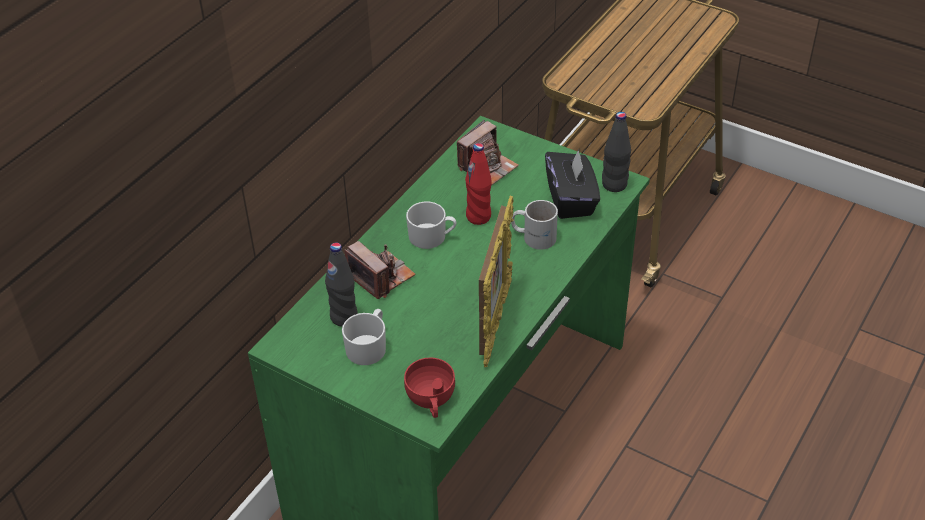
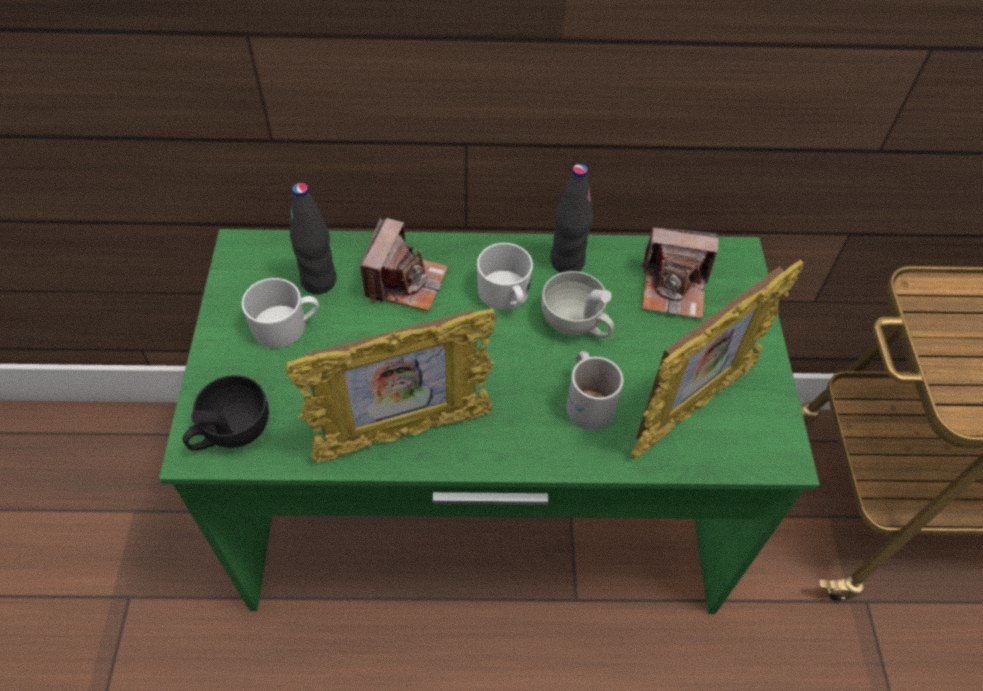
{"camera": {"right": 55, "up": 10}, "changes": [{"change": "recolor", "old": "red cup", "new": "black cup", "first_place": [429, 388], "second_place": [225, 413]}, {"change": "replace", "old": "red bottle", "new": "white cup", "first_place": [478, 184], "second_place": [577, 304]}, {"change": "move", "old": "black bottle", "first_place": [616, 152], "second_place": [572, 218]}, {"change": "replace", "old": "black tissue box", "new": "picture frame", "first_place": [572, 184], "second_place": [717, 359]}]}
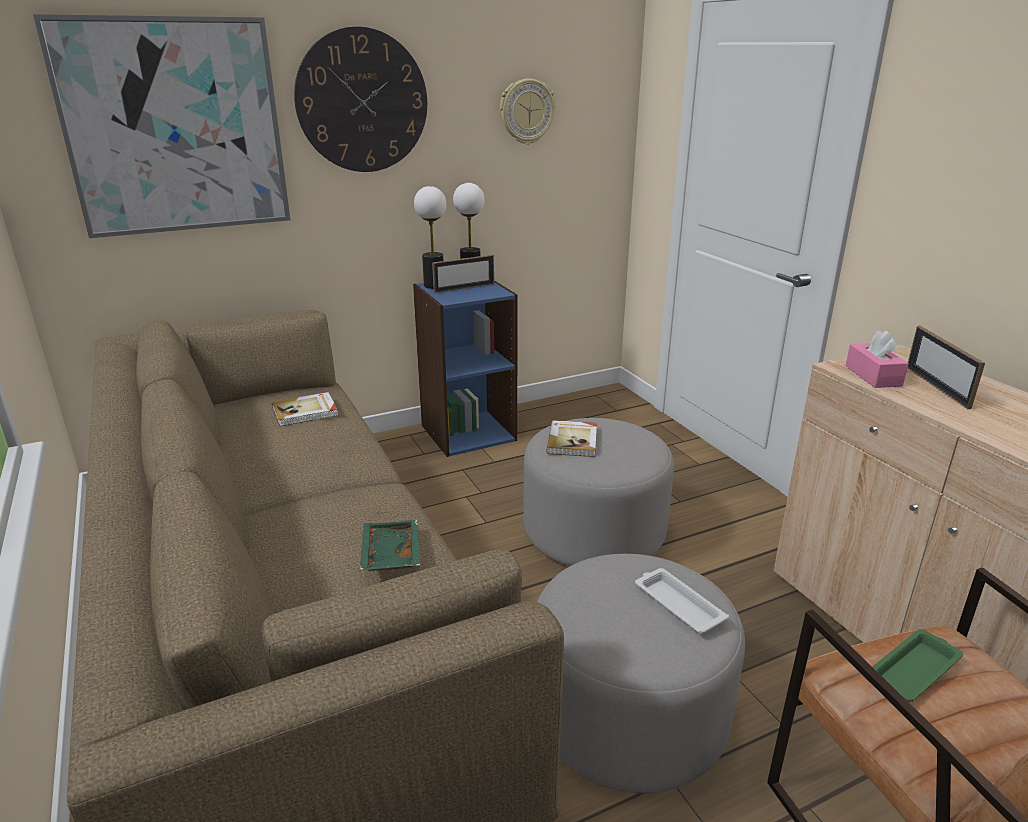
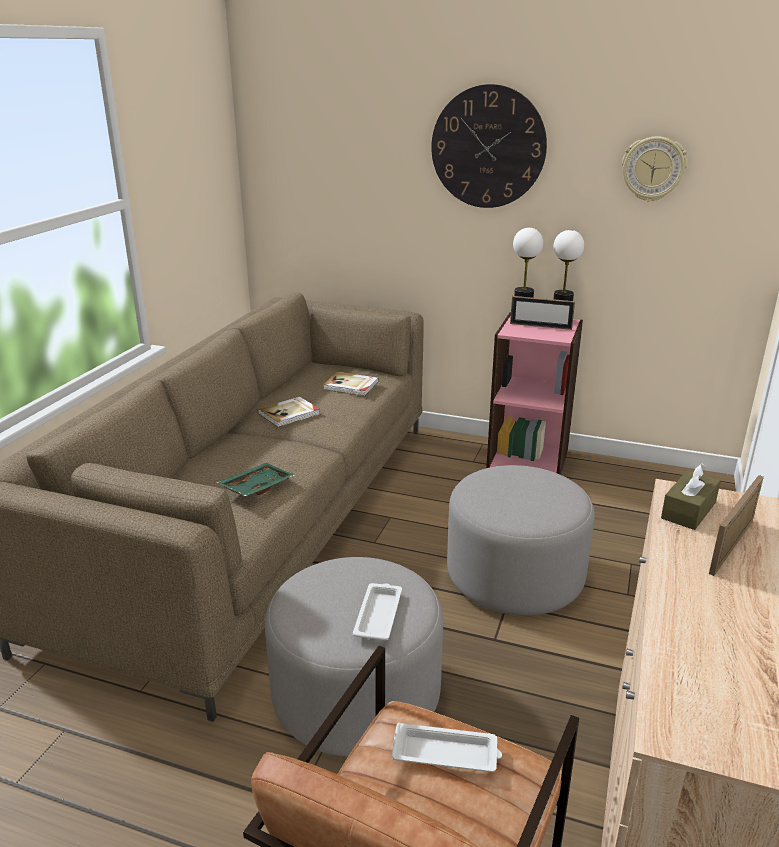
{"camera": {"right": 45, "up": 0}, "changes": [{"change": "move", "old": "book", "first_place": [571, 438], "second_place": [288, 412]}, {"change": "recolor", "old": "green tray", "new": "white tray", "first_place": [917, 665], "second_place": [446, 747]}, {"change": "recolor", "old": "blue bookcase", "new": "pink bookcase", "first_place": [465, 368], "second_place": [534, 393]}, {"change": "recolor", "old": "pink tissue box", "new": "brown tissue box", "first_place": [877, 359], "second_place": [691, 496]}, {"change": "delete", "old": "picture", "first_place": [161, 126]}]}
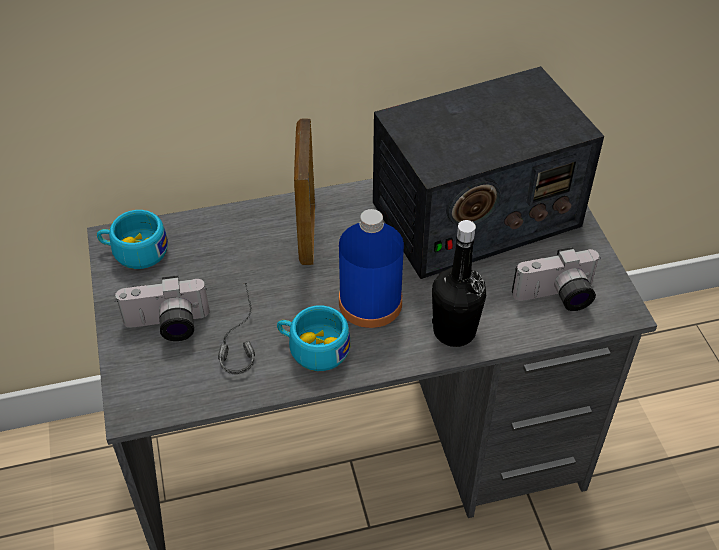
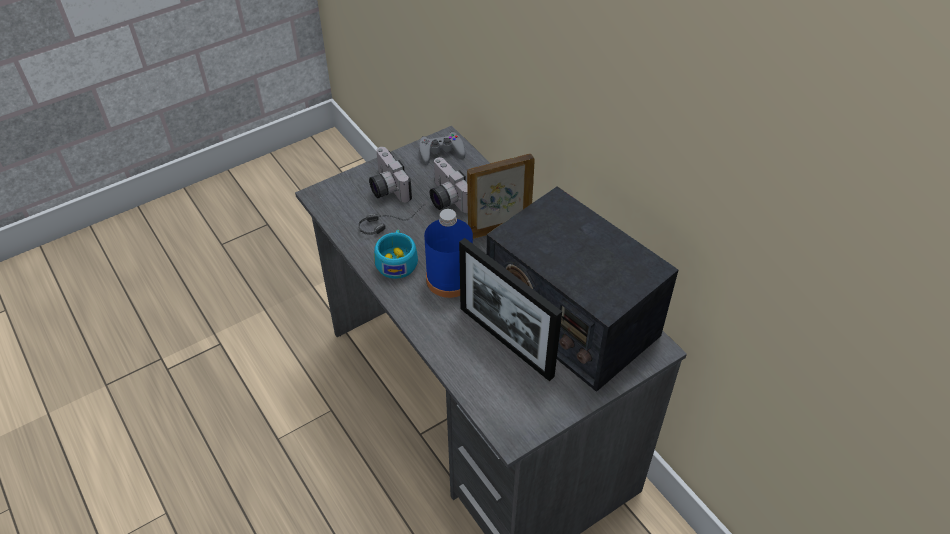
{"camera": {"right": 70, "up": 0}, "changes": [{"change": "replace", "old": "turquoise cup", "new": "grey game controller", "first_place": [132, 239], "second_place": [442, 148]}, {"change": "move", "old": "photo camera", "first_place": [556, 279], "second_place": [449, 185]}, {"change": "insert", "new": "picture frame", "second_place": [510, 309]}, {"change": "delete", "old": "black bottle", "first_place": [459, 283]}]}
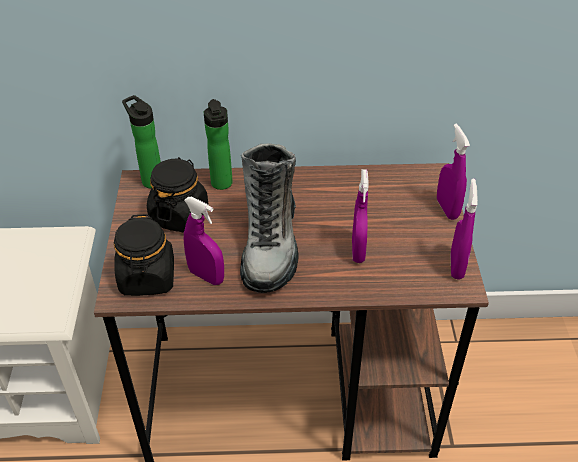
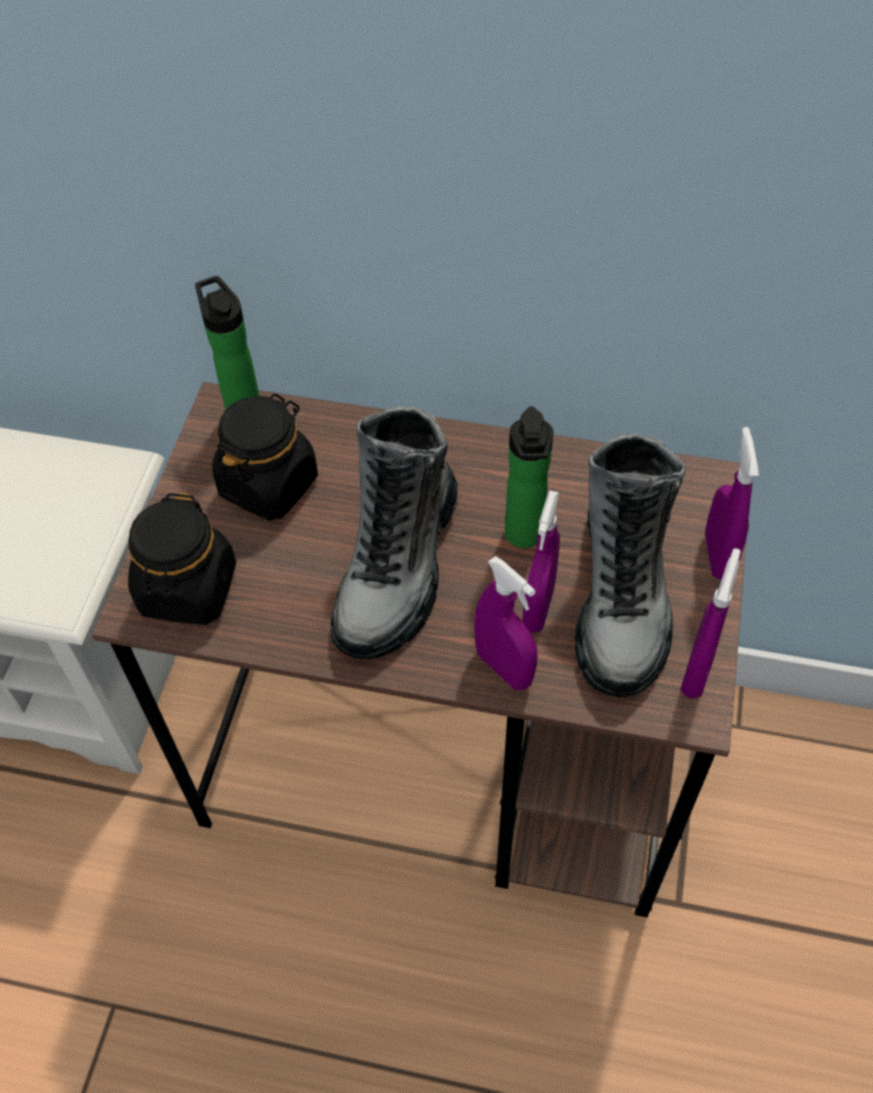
{"camera": {"right": 15, "up": 10}, "changes": [{"change": "move", "old": "purple spray bottle", "first_place": [204, 241], "second_place": [506, 623]}, {"change": "move", "old": "bottle", "first_place": [218, 144], "second_place": [529, 477]}, {"change": "insert", "new": "boot", "second_place": [630, 565]}]}
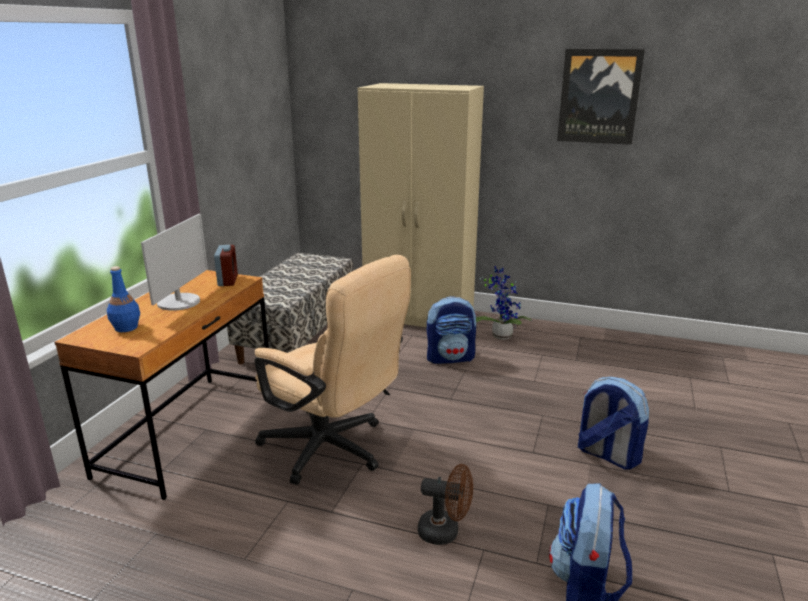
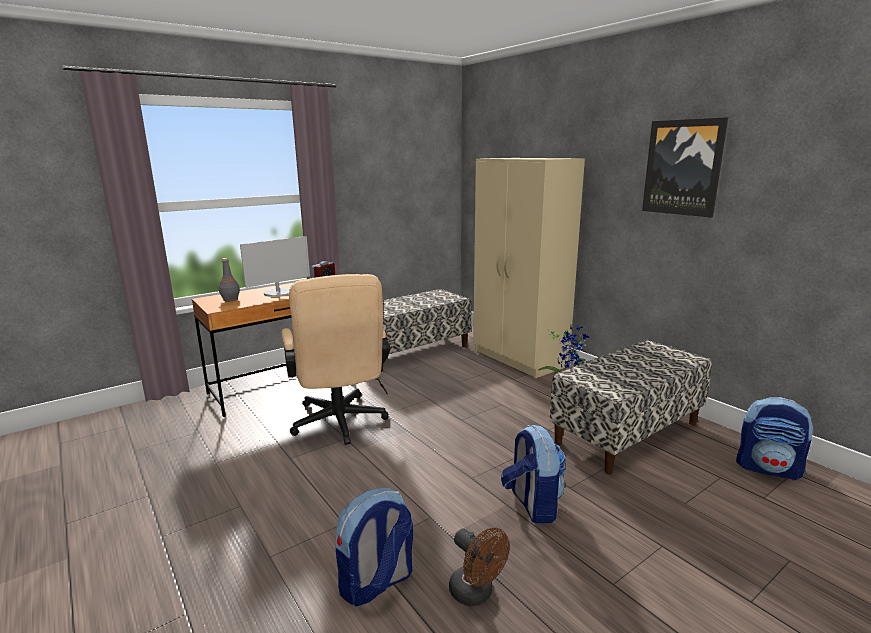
{"camera": {"right": 35, "up": -5}, "changes": [{"change": "recolor", "old": "blue bottle", "new": "grey bottle", "first_place": [123, 299], "second_place": [229, 279]}, {"change": "move", "old": "brown fan", "first_place": [445, 504], "second_place": [479, 567]}, {"change": "insert", "new": "bench", "second_place": [630, 407]}, {"change": "move", "old": "backpack", "first_place": [451, 330], "second_place": [775, 438]}]}
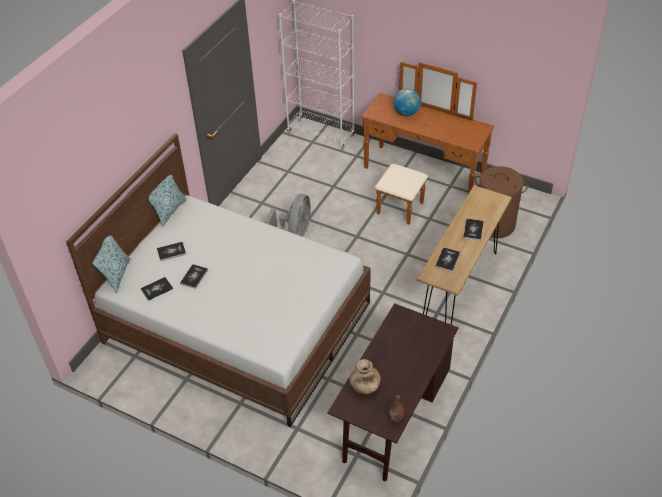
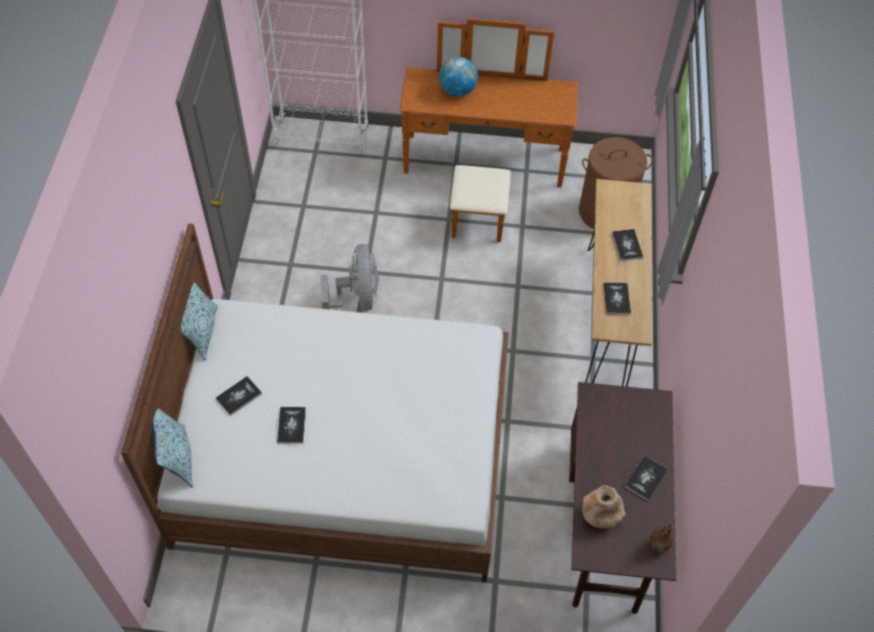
{"camera": {"right": -25, "up": 10}, "changes": [{"change": "move", "old": "book", "first_place": [157, 289], "second_place": [645, 478]}]}
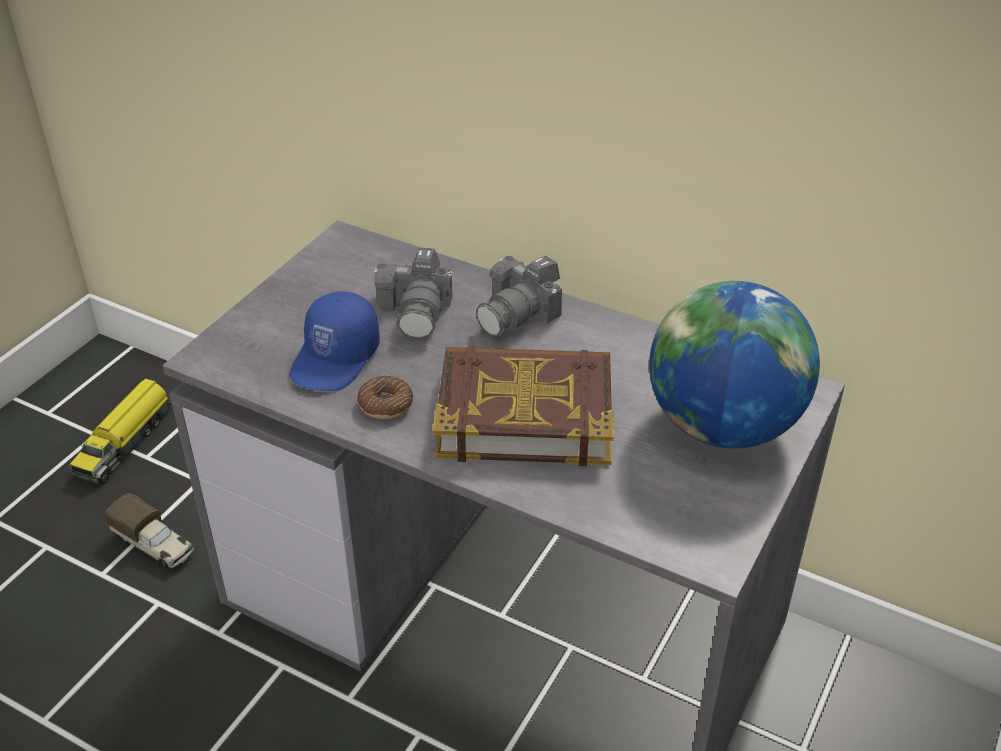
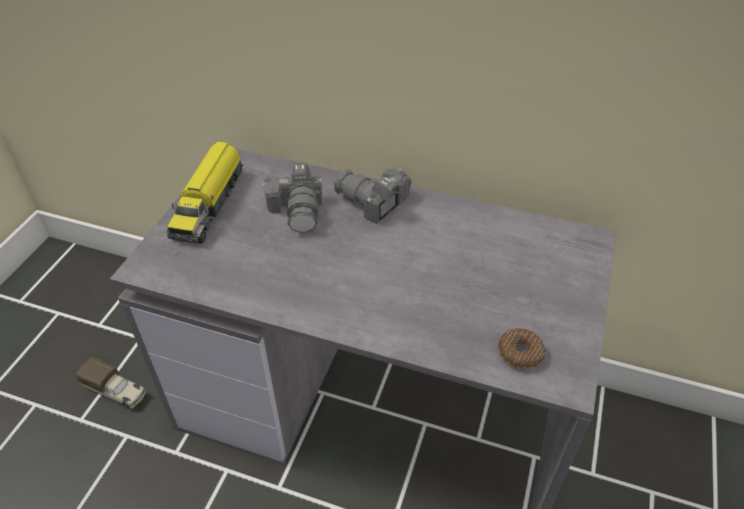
{"camera": {"right": -10, "up": 5}, "changes": [{"change": "move", "old": "toy truck", "first_place": [121, 431], "second_place": [204, 192]}, {"change": "rotate", "old": "photo camera", "first_place": [519, 296], "second_place": [373, 196], "degrees": 90}, {"change": "move", "old": "donut", "first_place": [385, 397], "second_place": [521, 349]}, {"change": "delete", "old": "blue cap", "first_place": [334, 341]}, {"change": "delete", "old": "book", "first_place": [523, 406]}, {"change": "delete", "old": "globe", "first_place": [734, 365]}]}
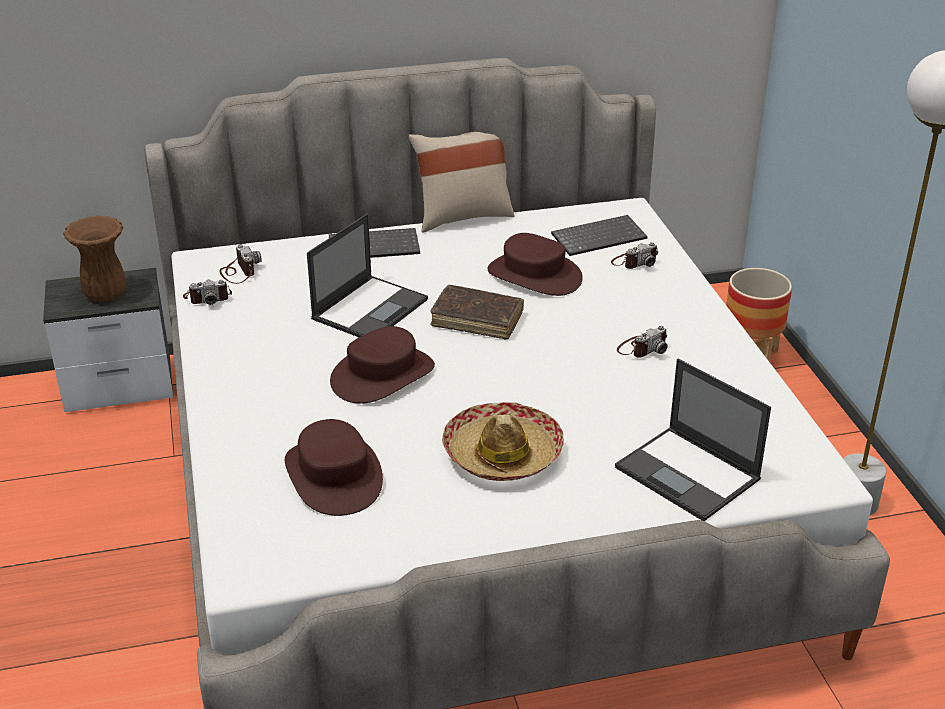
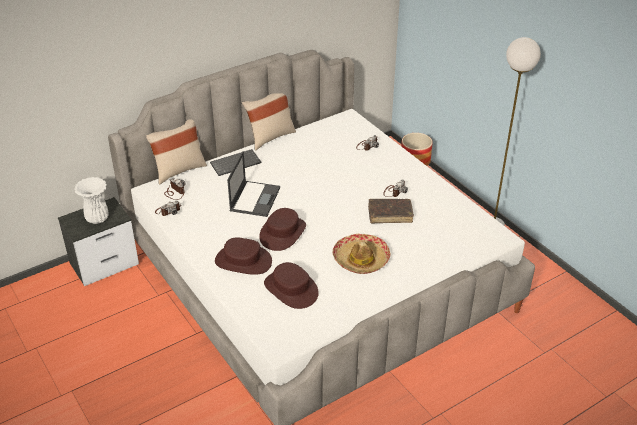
{"camera": {"right": -20, "up": 5}, "changes": [{"change": "recolor", "old": "brown vase", "new": "white vase", "first_place": [94, 259], "second_place": [91, 200]}, {"change": "insert", "new": "beige pillow", "second_place": [176, 151]}, {"change": "move", "old": "brown hat", "first_place": [535, 264], "second_place": [243, 256]}, {"change": "move", "old": "brown book", "first_place": [477, 312], "second_place": [391, 211]}, {"change": "delete", "old": "keyboard", "first_place": [599, 235]}, {"change": "delete", "old": "laptop", "first_place": [693, 440]}]}
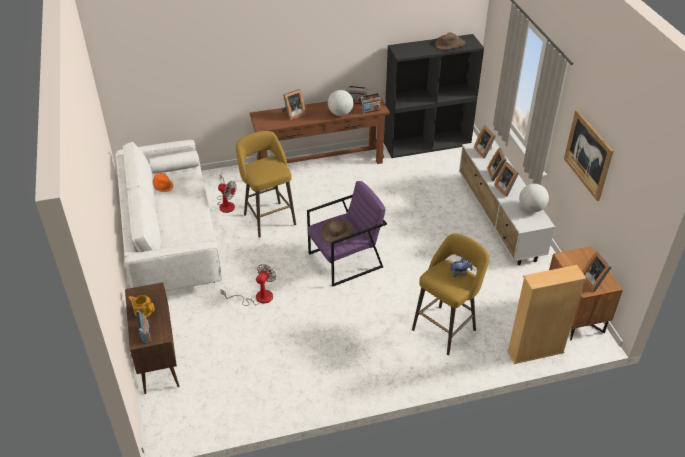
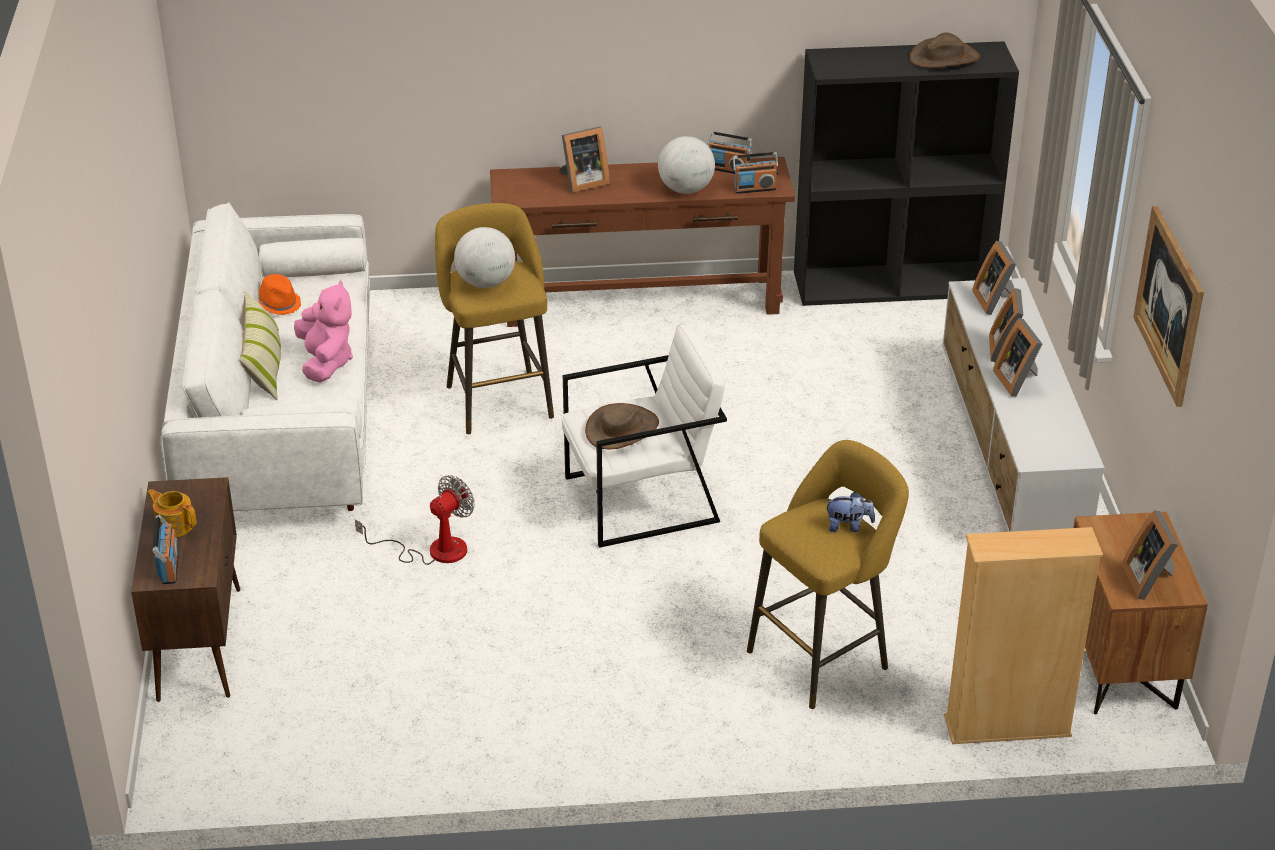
{"camera": {"right": 10, "up": -5}, "changes": [{"change": "insert", "new": "pillow", "second_place": [260, 346]}, {"change": "insert", "new": "pink plush toy", "second_place": [323, 331]}, {"change": "move", "old": "globe", "first_place": [534, 198], "second_place": [484, 257]}, {"change": "recolor", "old": "purple armchair", "new": "white armchair", "first_place": [347, 234], "second_place": [644, 436]}, {"change": "delete", "old": "fan", "first_place": [227, 193]}]}
